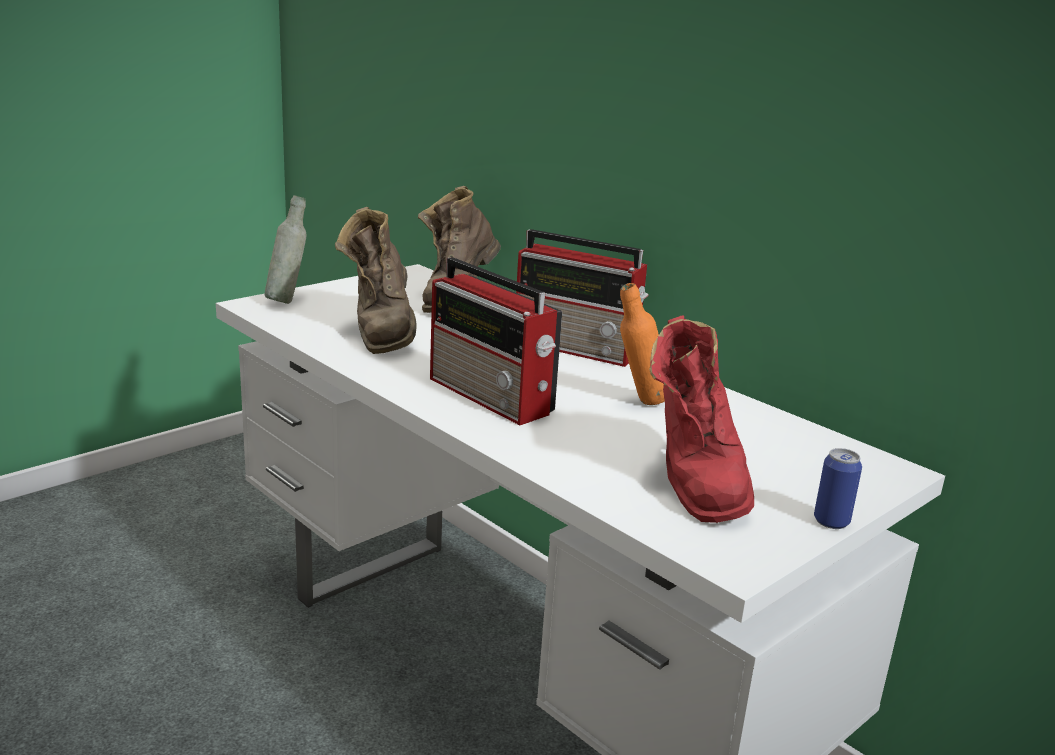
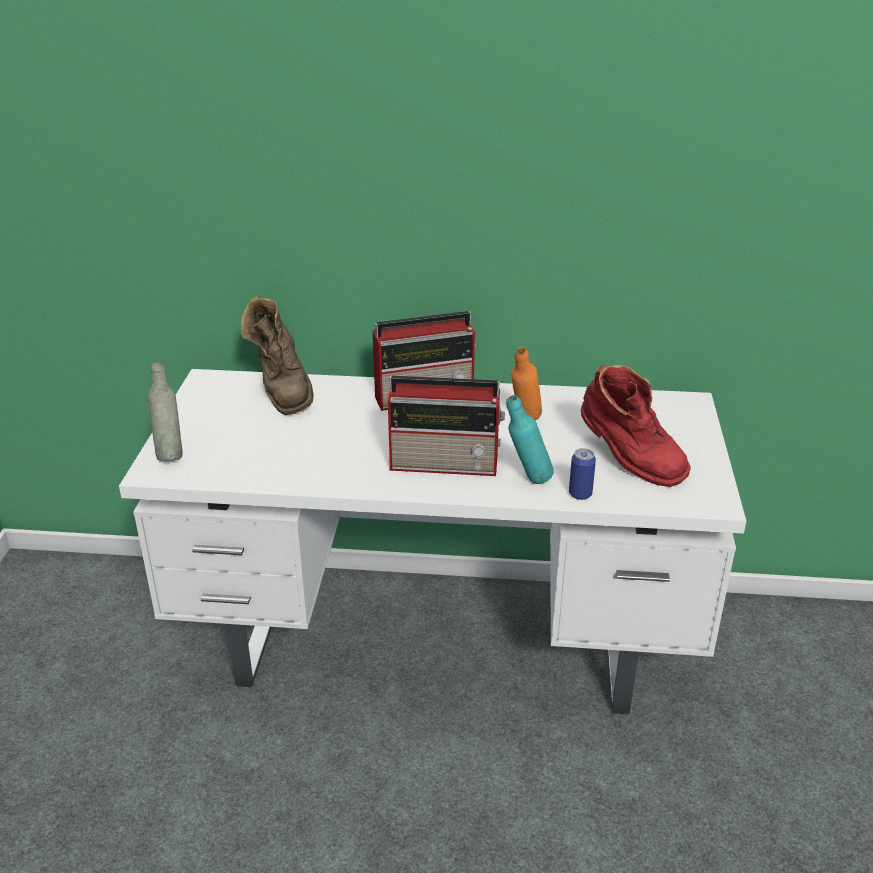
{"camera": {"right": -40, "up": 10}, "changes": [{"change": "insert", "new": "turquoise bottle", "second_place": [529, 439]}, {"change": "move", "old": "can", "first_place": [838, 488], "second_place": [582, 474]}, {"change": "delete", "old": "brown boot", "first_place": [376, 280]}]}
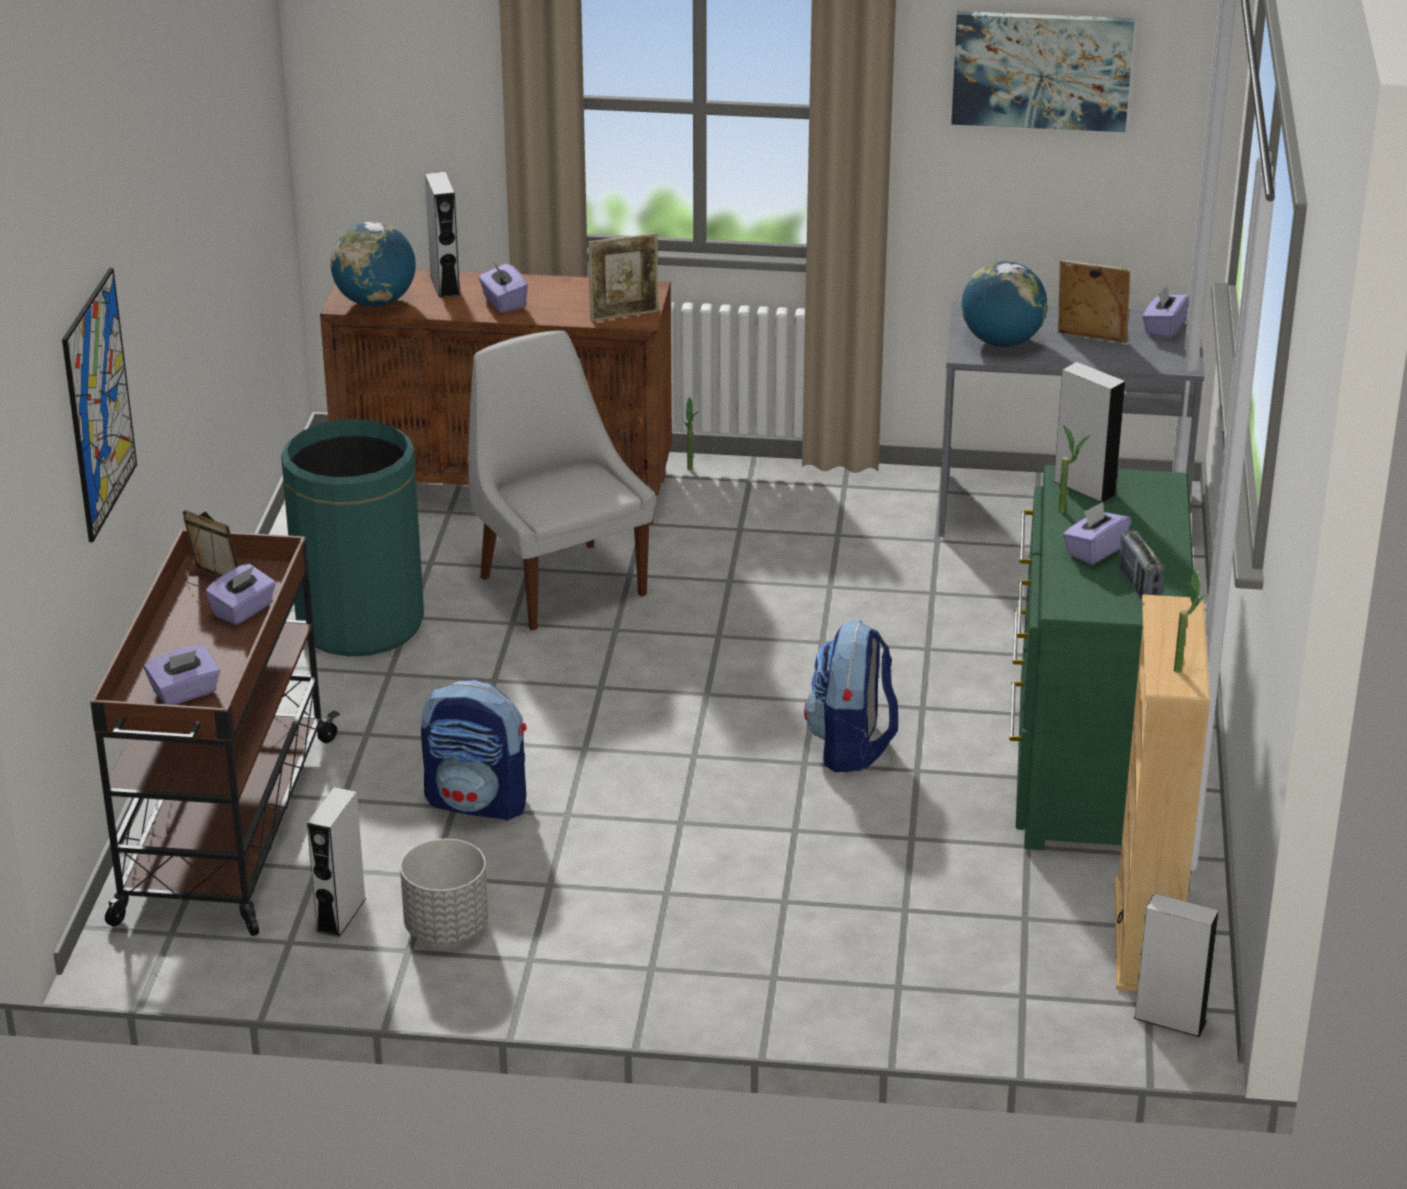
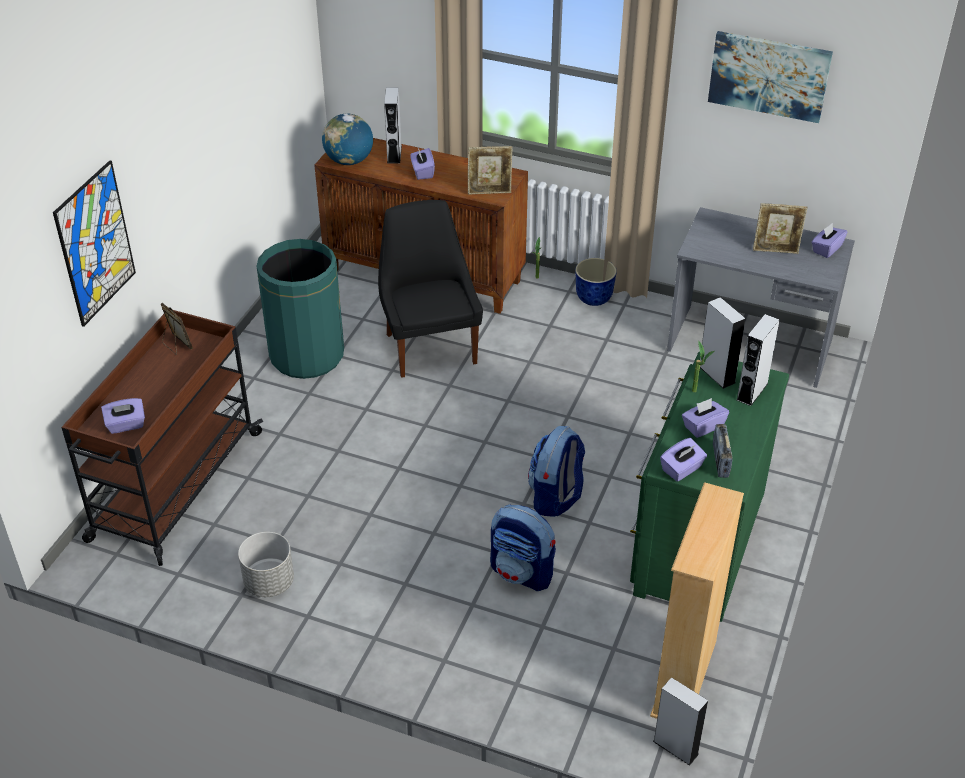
{"camera": {"right": 15, "up": 10}, "changes": [{"change": "recolor", "old": "white chair", "new": "black chair", "first_place": [561, 480], "second_place": [430, 289]}, {"change": "move", "old": "backpack", "first_place": [474, 750], "second_place": [523, 547]}, {"change": "insert", "new": "planter", "second_place": [596, 282]}, {"change": "move", "old": "purple tissue box", "first_place": [240, 594], "second_place": [683, 459]}, {"change": "move", "old": "grey speaker", "first_place": [336, 862], "second_place": [758, 360]}, {"change": "rotate", "old": "picture frame", "first_place": [1094, 301], "second_place": [780, 228], "degrees": 150}, {"change": "delete", "old": "globe", "first_place": [1004, 304]}, {"change": "delete", "old": "potted plant", "first_place": [1191, 621]}]}
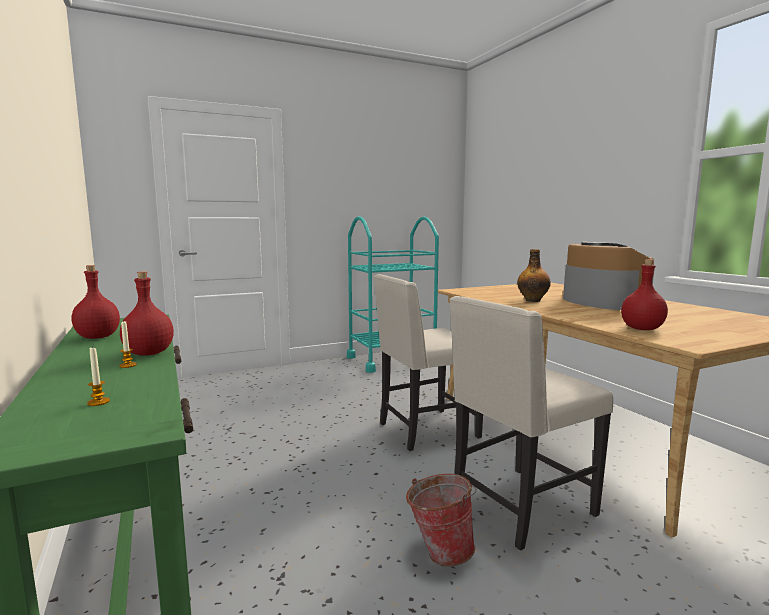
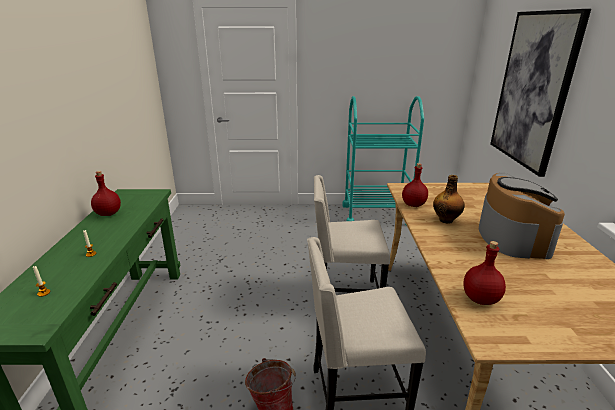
{"camera": {"right": 25, "up": 15}, "changes": [{"change": "move", "old": "red bottle", "first_place": [147, 313], "second_place": [415, 185]}, {"change": "insert", "new": "picture", "second_place": [540, 93]}]}
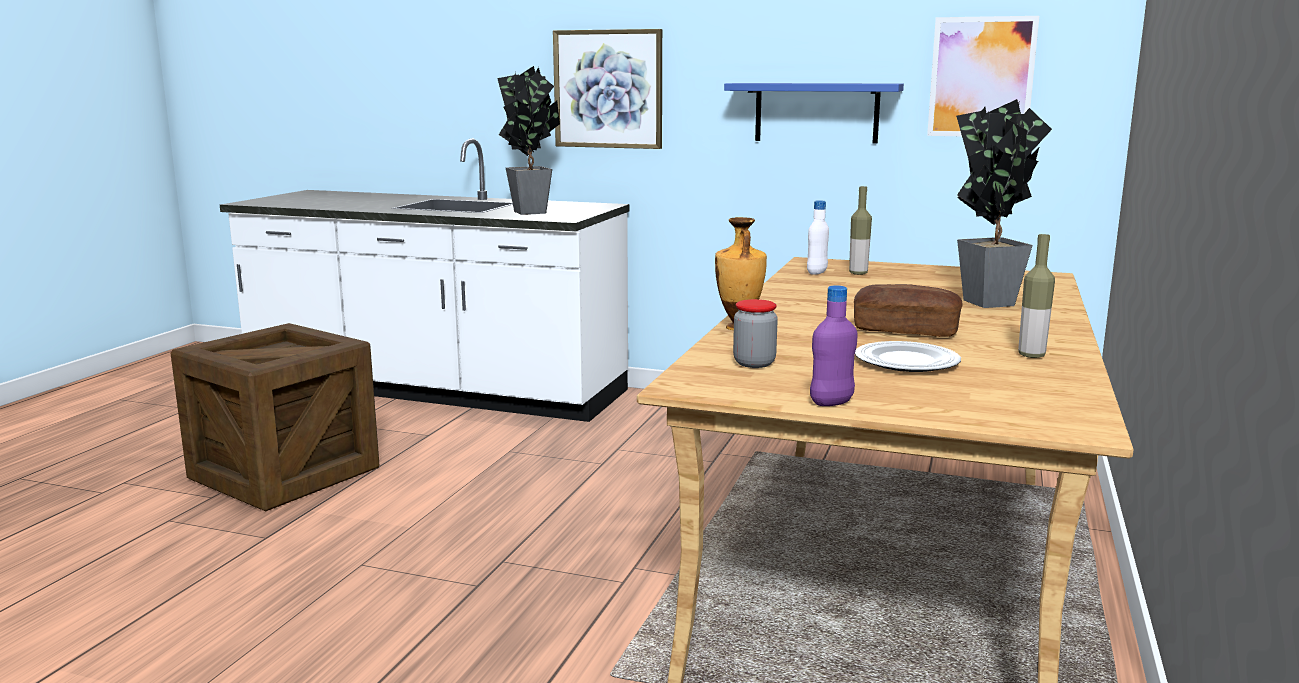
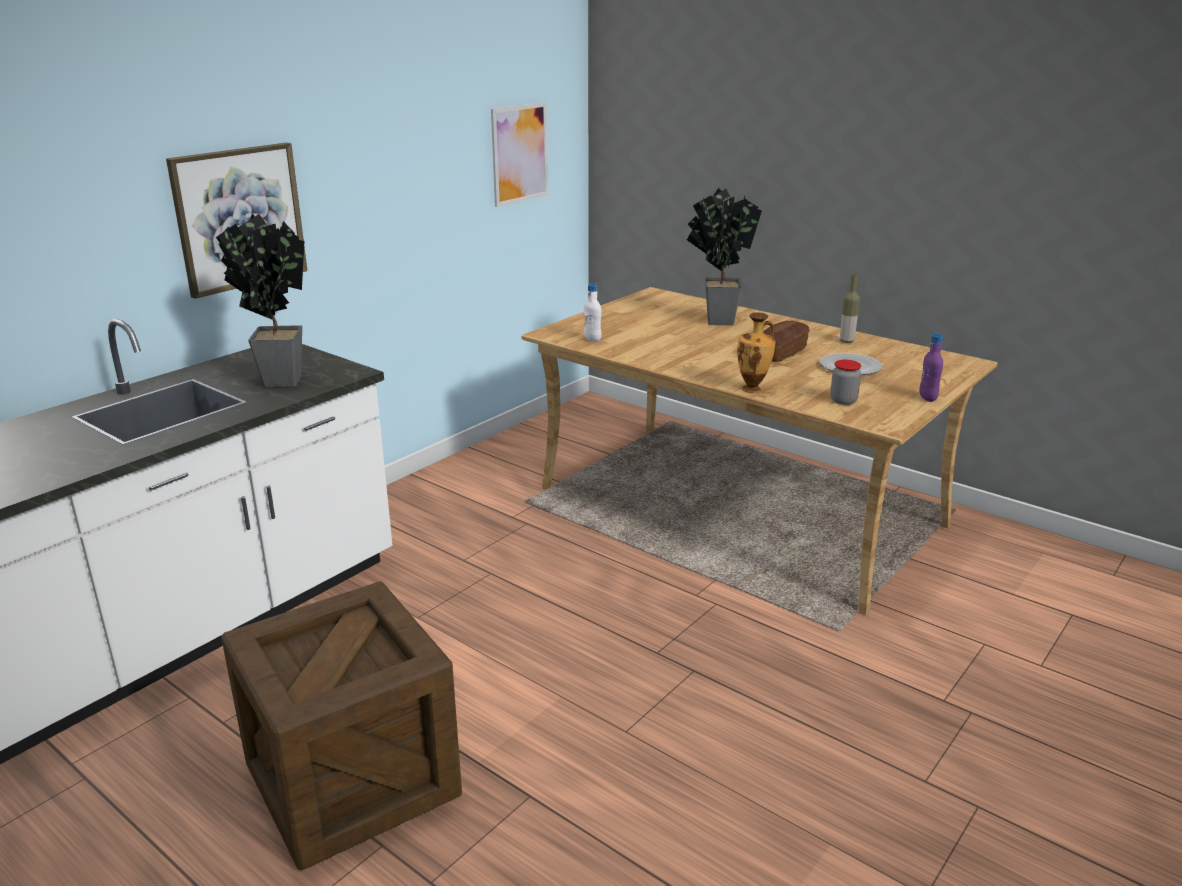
{"camera": {"right": -70, "up": 10}, "changes": [{"change": "delete", "old": "blue shelf", "first_place": [814, 113]}, {"change": "delete", "old": "bottle", "first_place": [860, 230]}]}
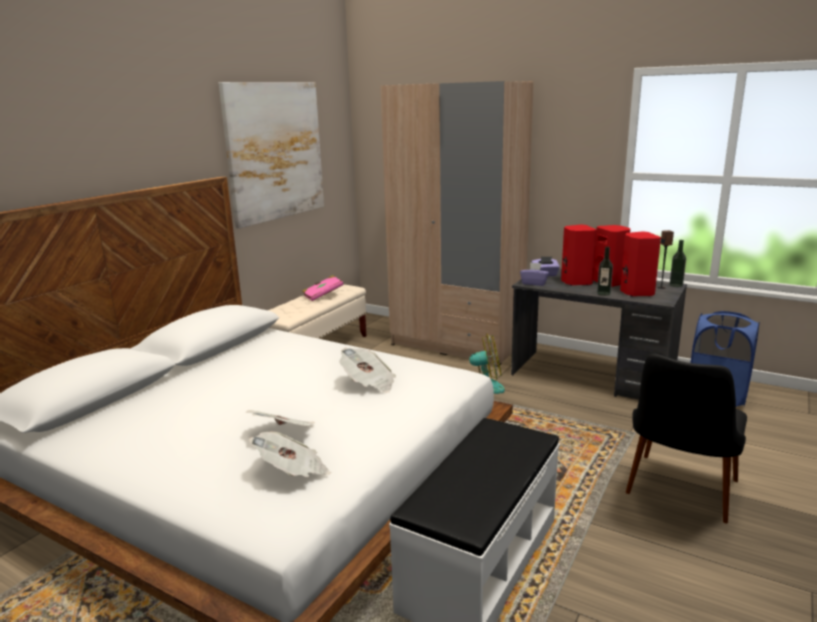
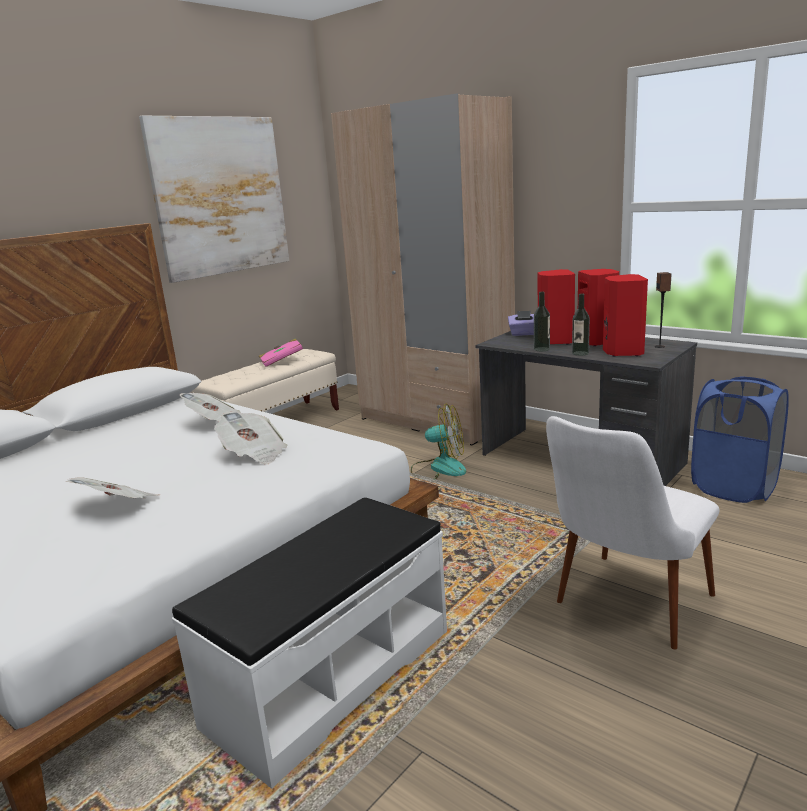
{"camera": {"right": 10, "up": 0}, "changes": [{"change": "move", "old": "newspaper", "first_place": [290, 454], "second_place": [210, 407]}, {"change": "move", "old": "bottle", "first_place": [677, 263], "second_place": [542, 321]}, {"change": "recolor", "old": "black chair", "new": "white chair", "first_place": [686, 438], "second_place": [633, 532]}, {"change": "delete", "old": "purple tissue box", "first_place": [534, 274]}]}
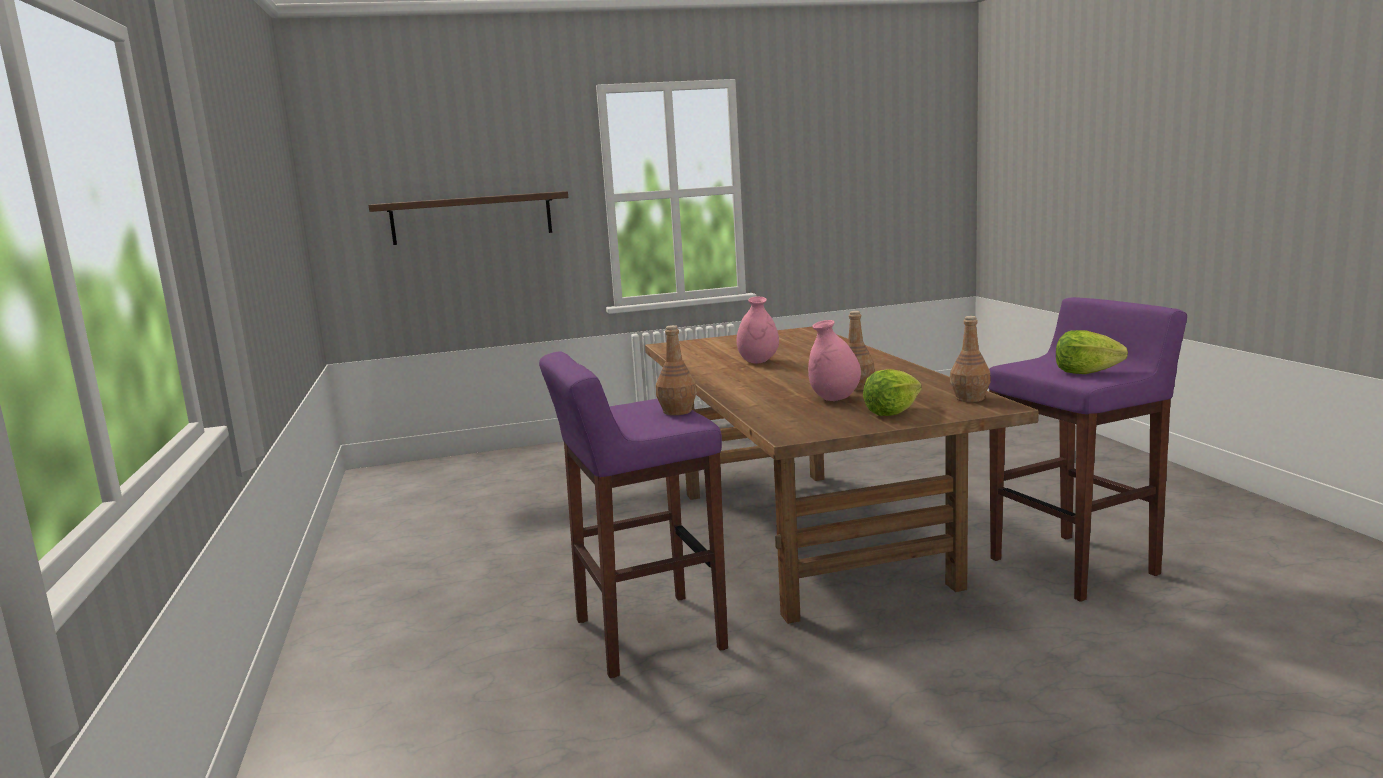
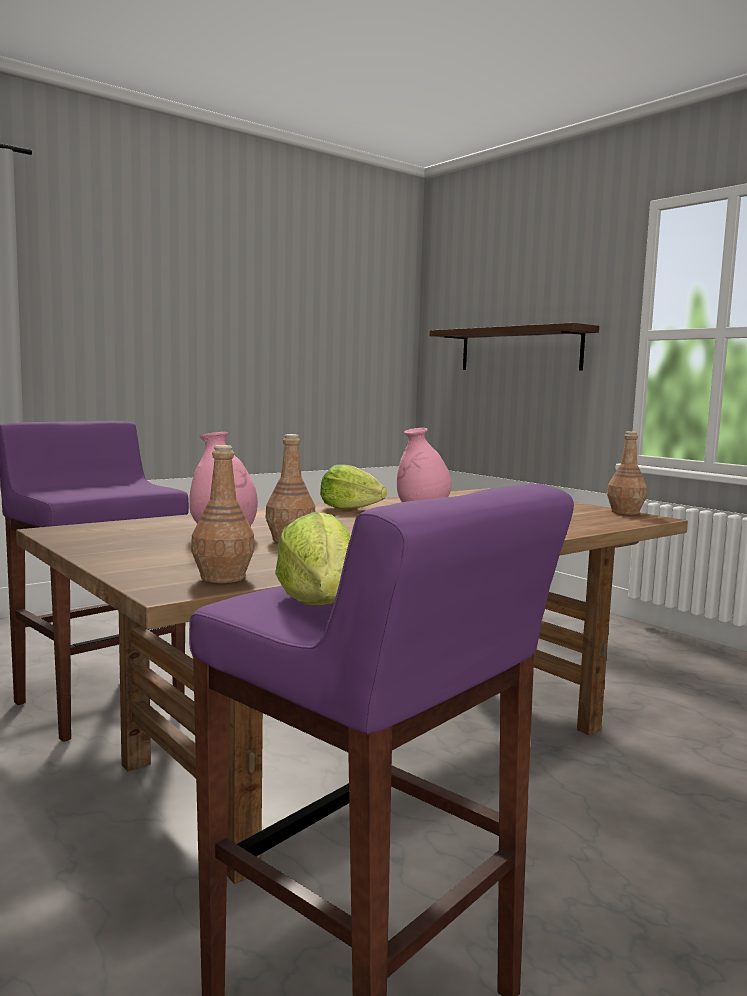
{"camera": {"right": 65, "up": -5}, "changes": [{"change": "move", "old": "lettuce", "first_place": [892, 392], "second_place": [353, 487]}, {"change": "move", "old": "brown bottle", "first_place": [676, 370], "second_place": [627, 473]}]}
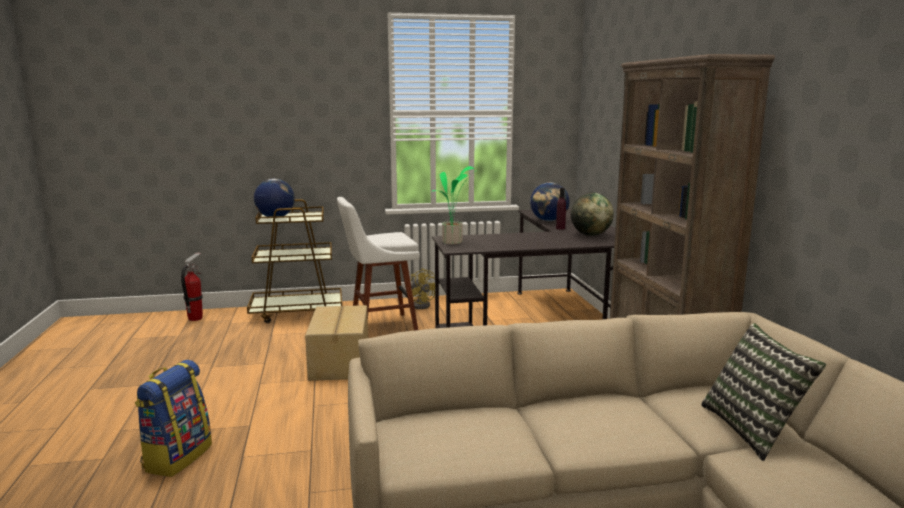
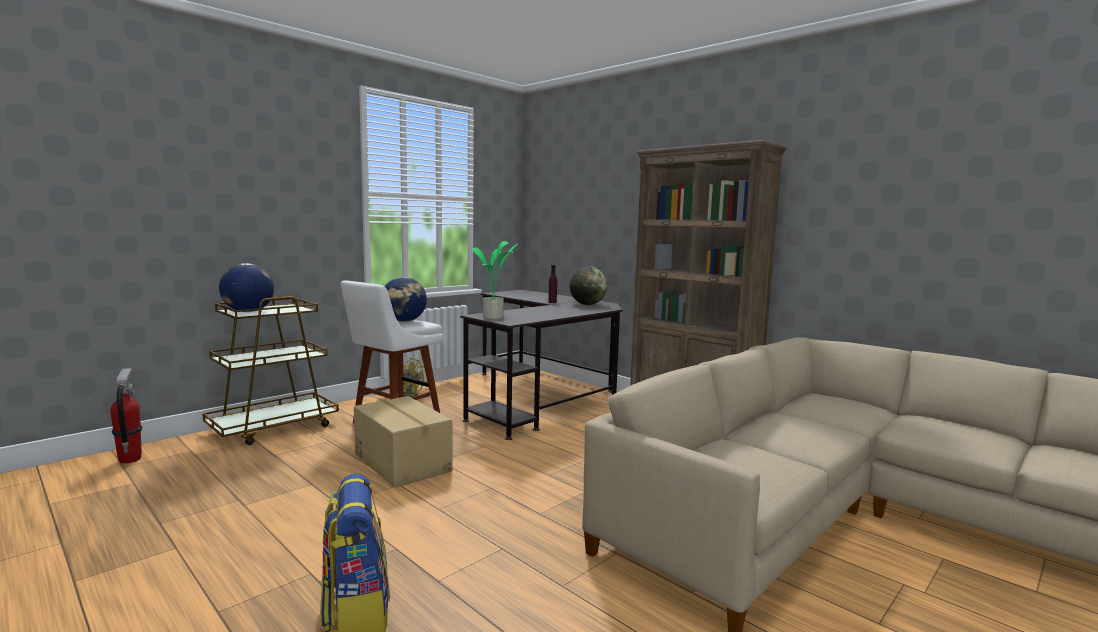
{"camera": {"right": -35, "up": -5}, "changes": [{"change": "move", "old": "globe", "first_place": [549, 201], "second_place": [405, 299]}, {"change": "delete", "old": "pillow", "first_place": [763, 392]}]}
